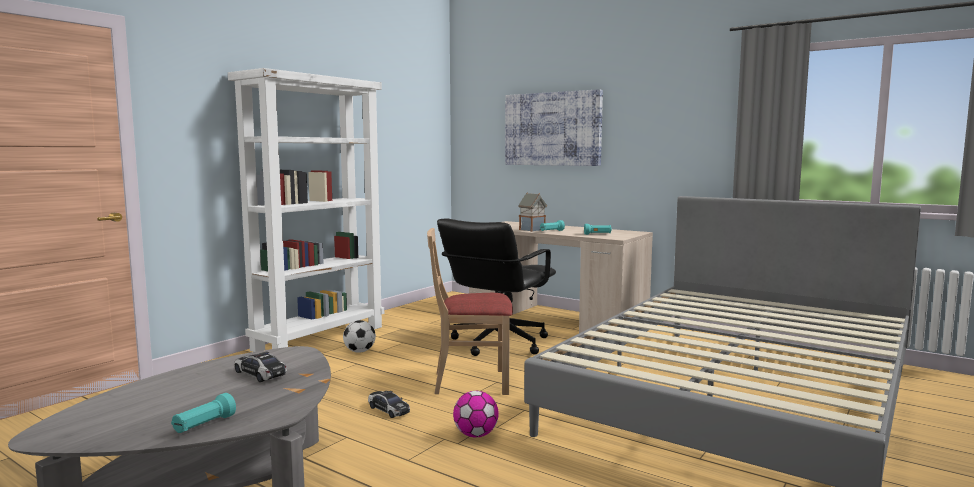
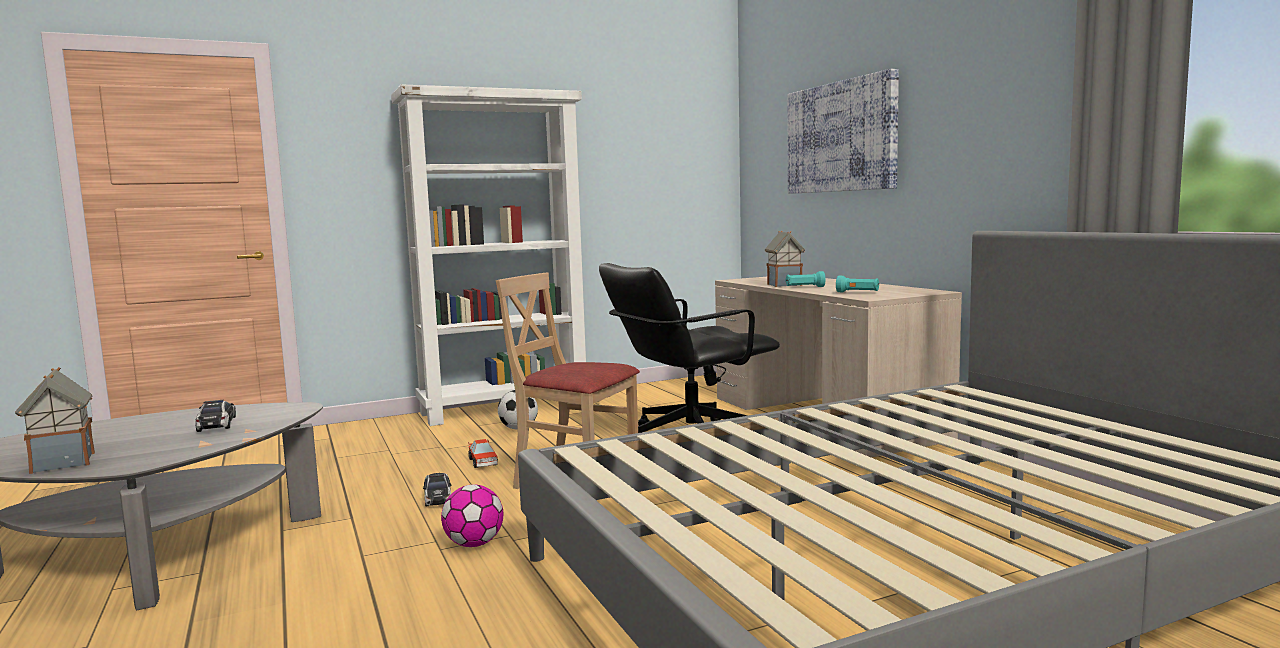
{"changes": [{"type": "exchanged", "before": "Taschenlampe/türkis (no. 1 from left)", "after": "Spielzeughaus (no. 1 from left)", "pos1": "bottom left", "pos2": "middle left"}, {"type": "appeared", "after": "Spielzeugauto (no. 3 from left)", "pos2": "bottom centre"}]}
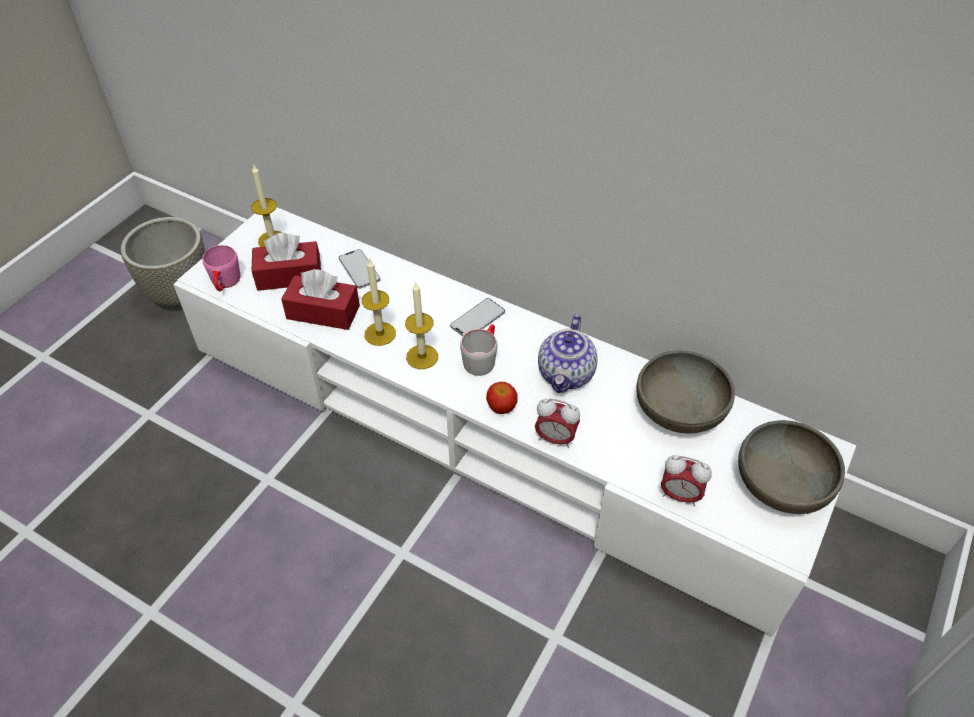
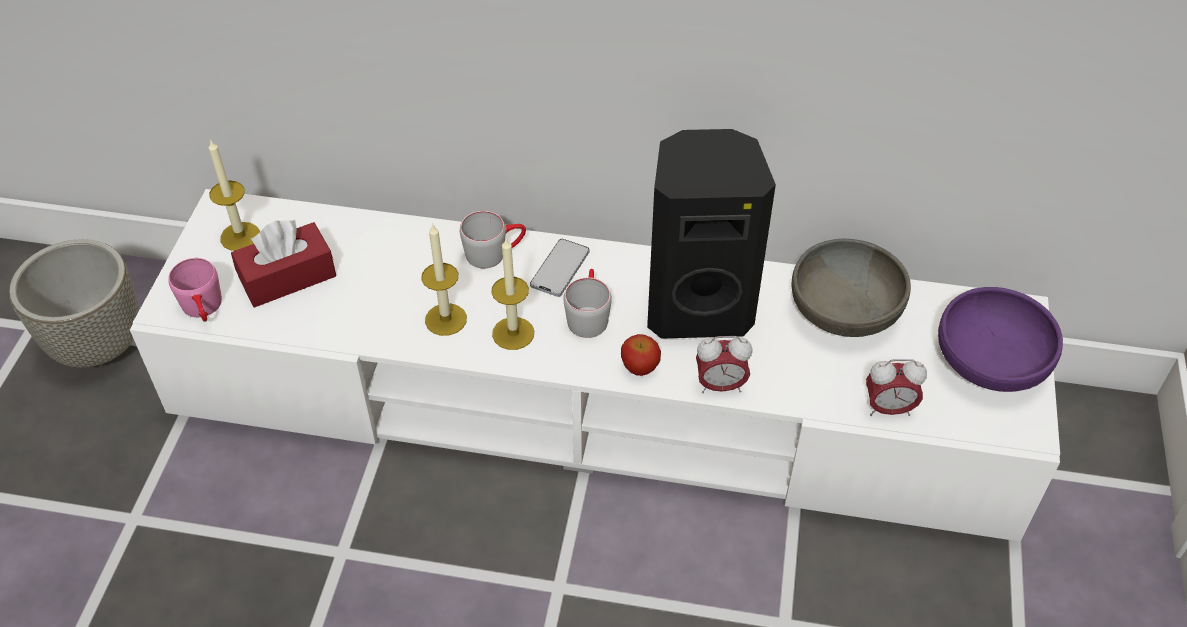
{"changes": [{"type": "appeared", "after": "Henkelbecher/grau (no. 1 from left)", "pos2": "centre"}, {"type": "exchanged", "before": "Teekanne", "after": "Lautsprecher/schwarz", "pos1": "centre", "pos2": "centre"}, {"type": "colour", "before": "Schüssel/grau (no. 2 from left)", "after": "Schüssel/lila", "pos1": "middle right", "pos2": "middle right"}, {"type": "missing", "before": "Taschentuchbox/rot (no. 2 from left)", "pos1": "middle left"}, {"type": "missing", "before": "Handy (no. 1 from left)", "pos1": "centre"}]}
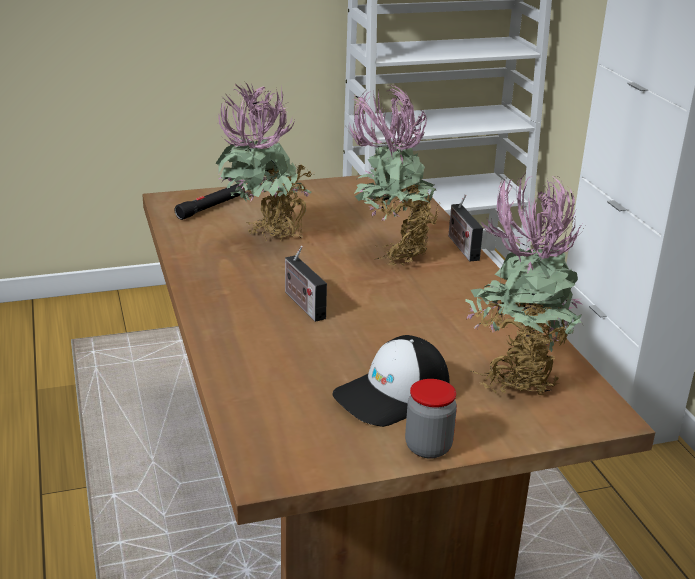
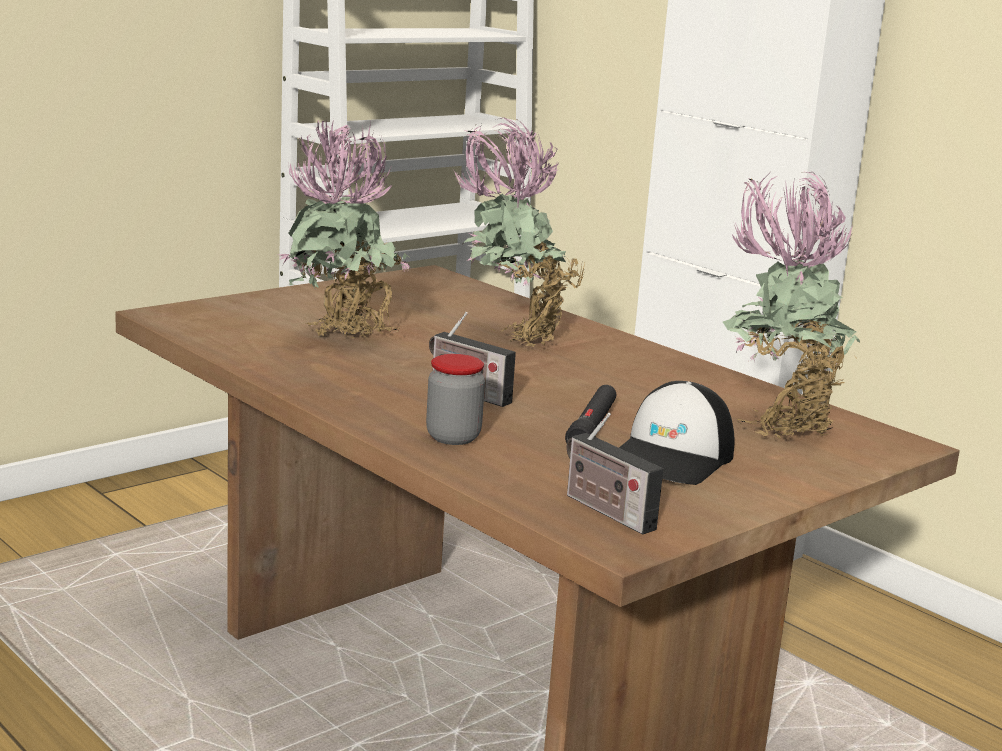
{"changes": [{"type": "relocated", "before": "Vorratsglas", "pos1": "bottom centre", "pos2": "centre"}, {"type": "relocated", "before": "Taschenlampe/schwarz", "pos1": "middle left", "pos2": "centre"}, {"type": "relocated", "before": "Radio (no. 2 from left)", "pos1": "middle right", "pos2": "centre"}]}
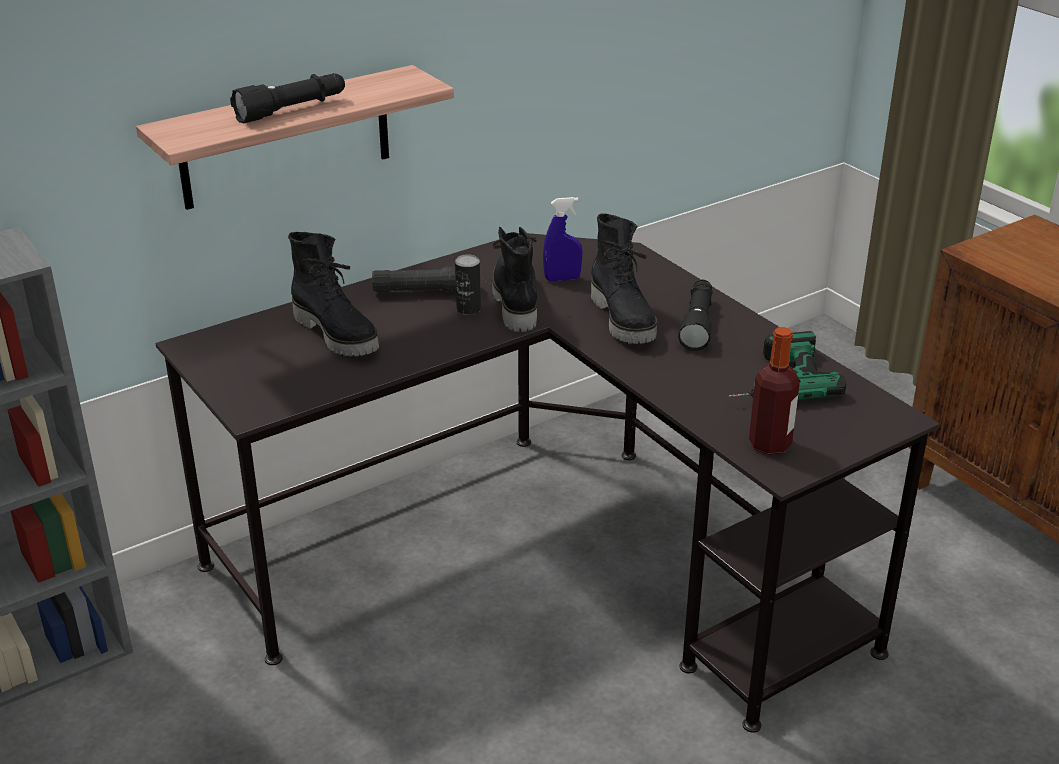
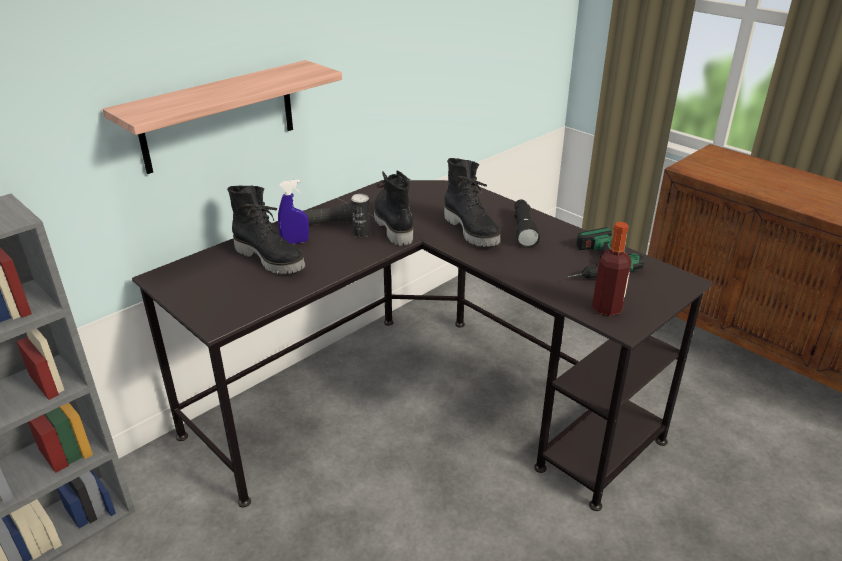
{"changes": [{"type": "relocated", "before": "Sprühflasche/blau", "pos1": "top centre", "pos2": "centre"}, {"type": "missing", "before": "Taschenlampe/schwarz (no. 1 from left)", "pos1": "top left"}]}
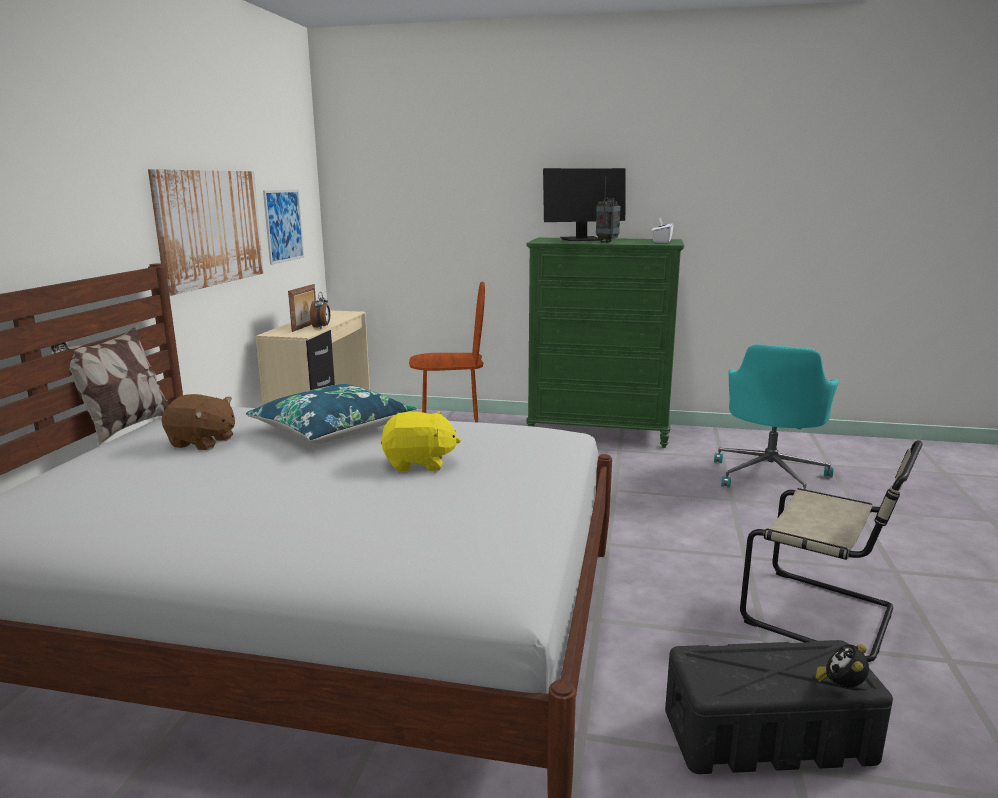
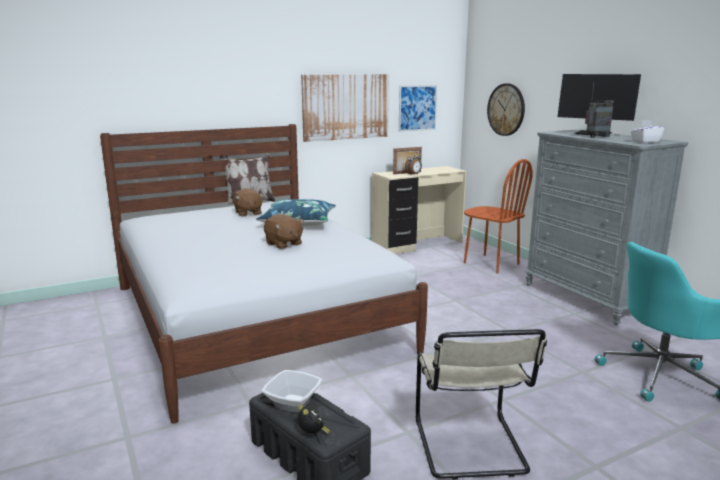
{"changes": [{"type": "appeared", "after": "Schüssel", "pos2": "bottom centre"}, {"type": "colour", "before": "Plüschtier/gelb", "after": "Plüschtier/braun (no. 2 from left)", "pos1": "centre", "pos2": "centre"}, {"type": "spun", "before": "Wecker (no. 2 from left in the first image)", "pos1": "bottom right", "pos2": "bottom centre", "turn": 75}, {"type": "appeared", "after": "Wanduhr", "pos2": "top right"}, {"type": "colour", "before": "Kommode/grün", "after": "Kommode/grau", "pos1": "centre", "pos2": "middle right"}]}
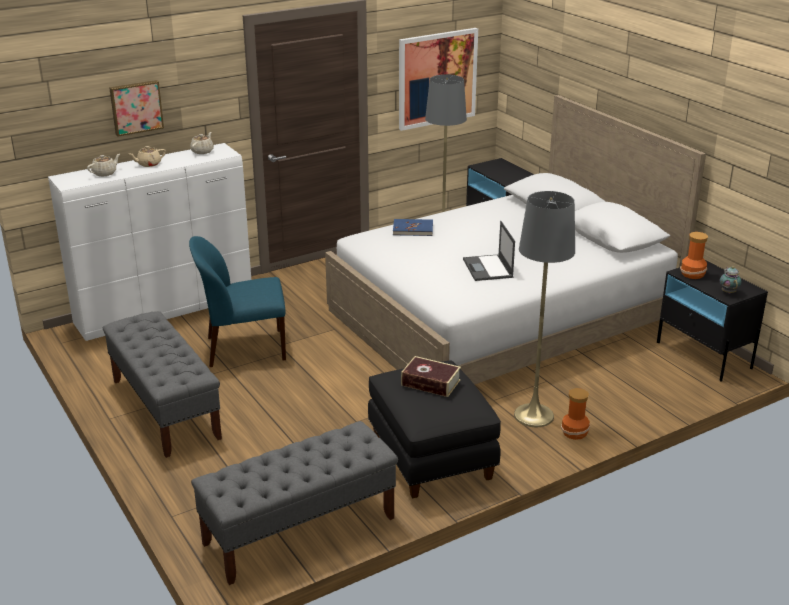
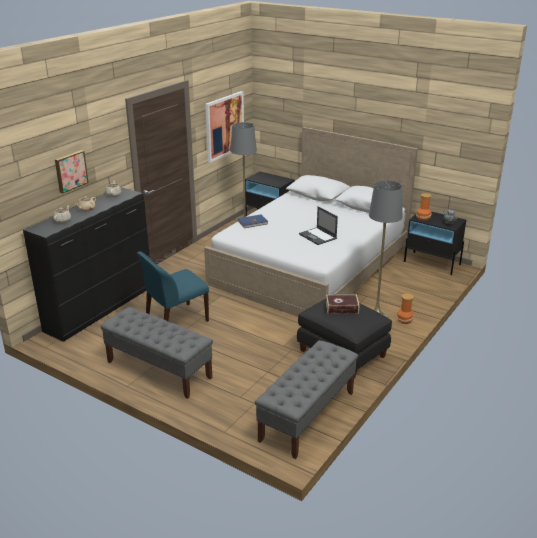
{"changes": [{"type": "colour", "before": "Kommode/weiß", "after": "Kommode/schwarz", "pos1": "middle left", "pos2": "middle left"}]}
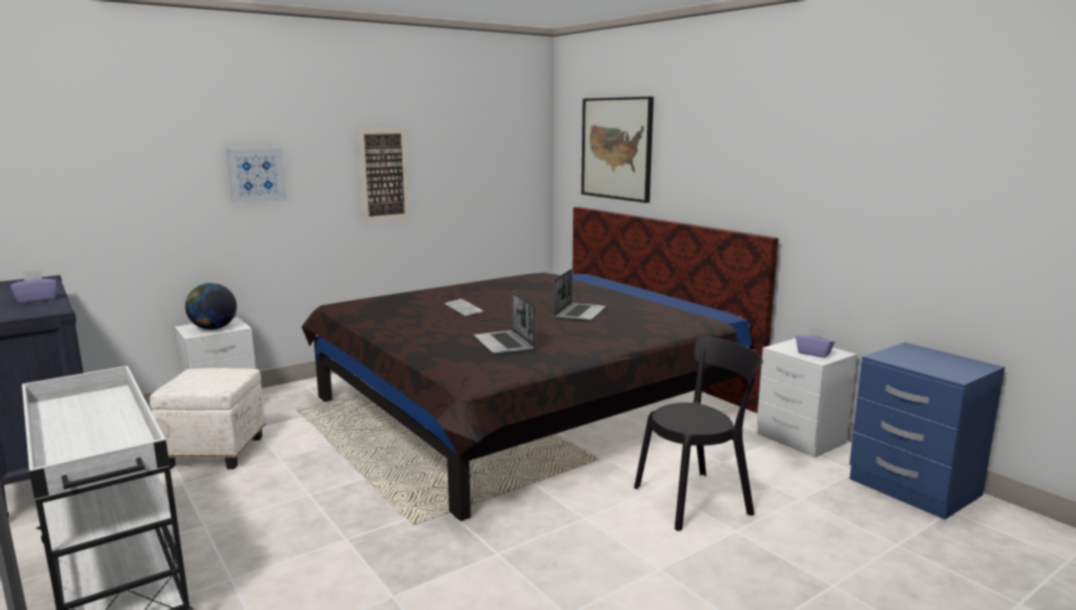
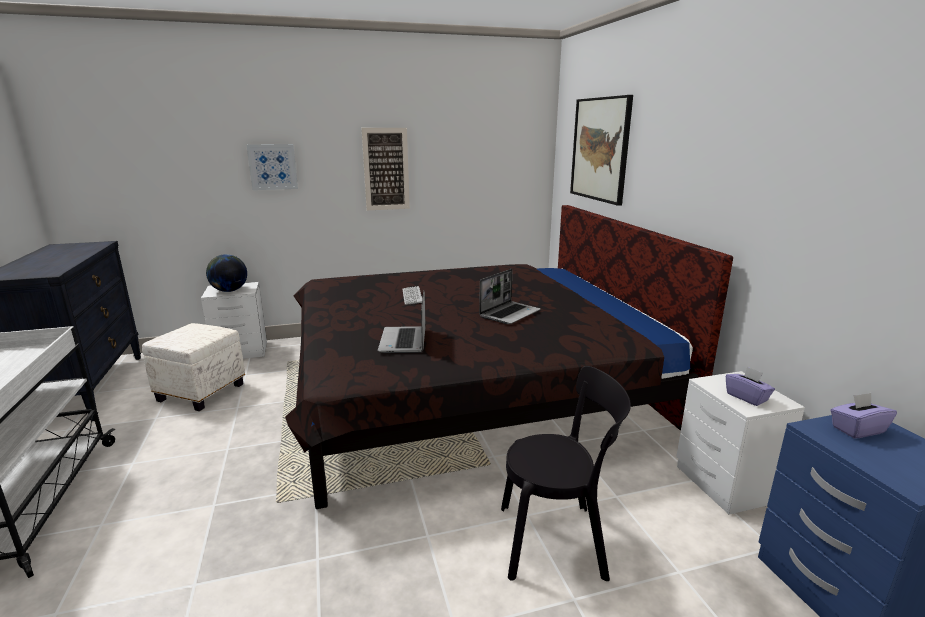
{"changes": [{"type": "relocated", "before": "Taschentuchbox/lila (no. 1 from left in the first image)", "after": "Taschentuchbox/lila (no. 2 from left)", "pos1": "middle left", "pos2": "bottom right"}]}
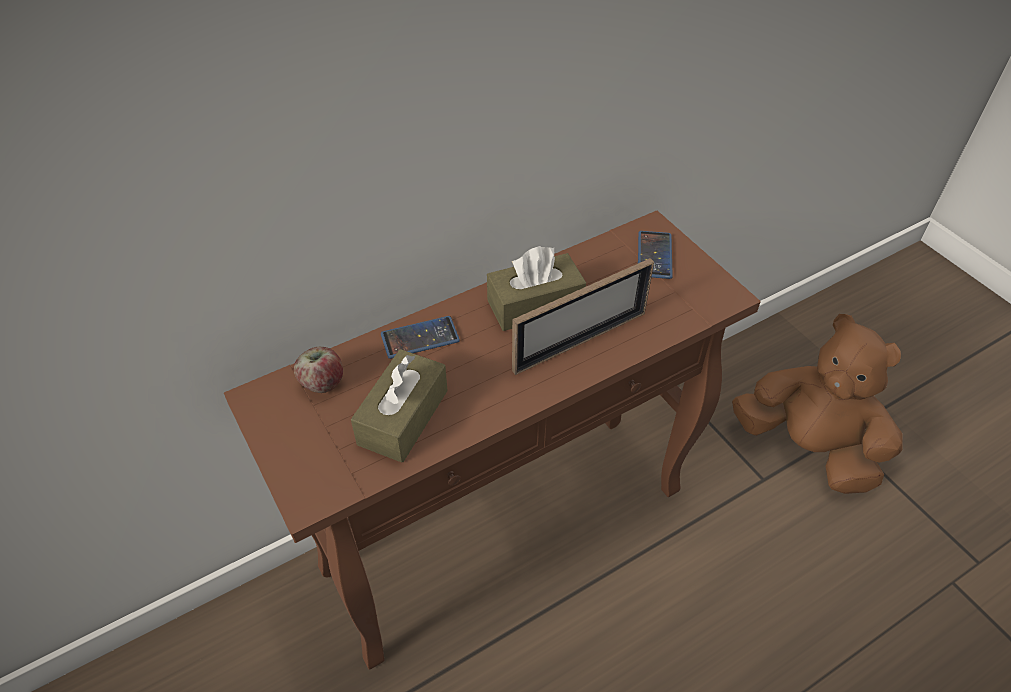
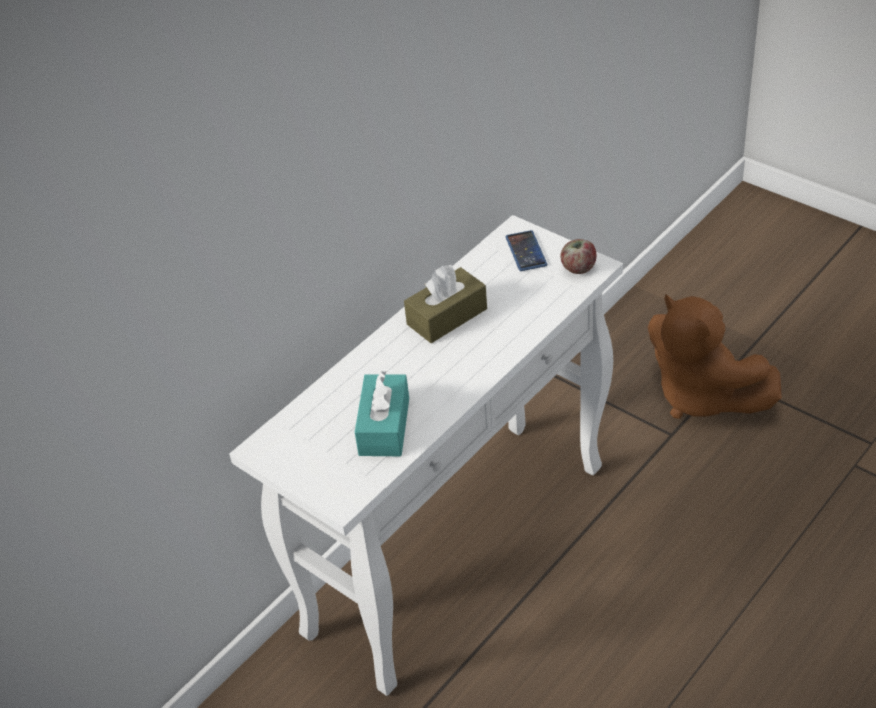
{"changes": [{"type": "colour", "before": "Konsolentisch/braun", "after": "Konsolentisch/weiß", "pos1": "centre", "pos2": "centre"}, {"type": "colour", "before": "Taschentuchbox/braun (no. 1 from left)", "after": "Taschentuchbox/türkis", "pos1": "centre", "pos2": "centre"}, {"type": "relocated", "before": "Apfel", "pos1": "middle left", "pos2": "centre"}, {"type": "spun", "before": "Plüschtier/braun", "pos1": "middle right", "pos2": "middle right", "turn": -150}, {"type": "missing", "before": "Handy (no. 1 from left)", "pos1": "centre"}, {"type": "missing", "before": "Bilderrahmen", "pos1": "centre"}]}
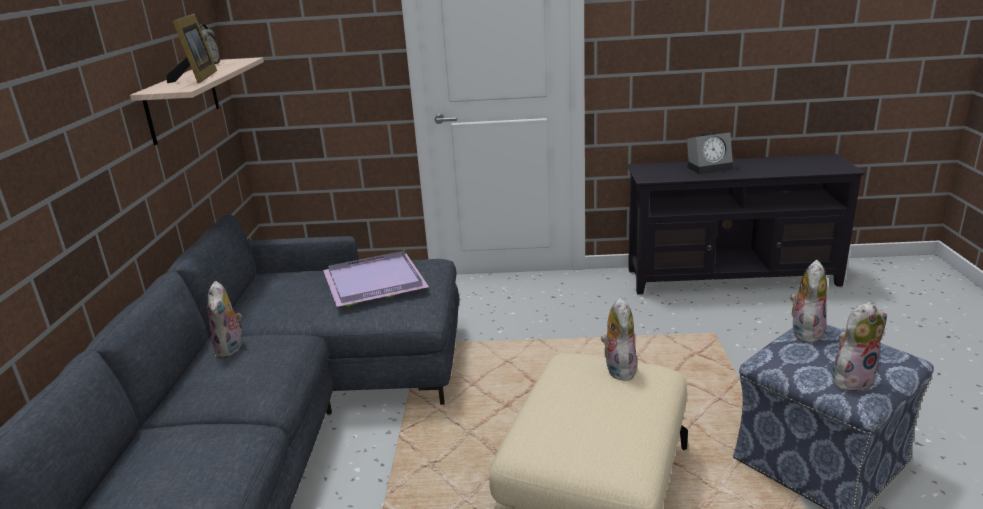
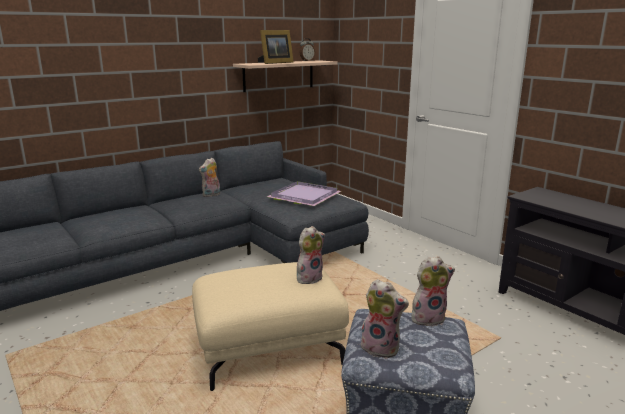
{"changes": [{"type": "missing", "before": "Wecker (no. 2 from left)", "pos1": "top right"}]}
